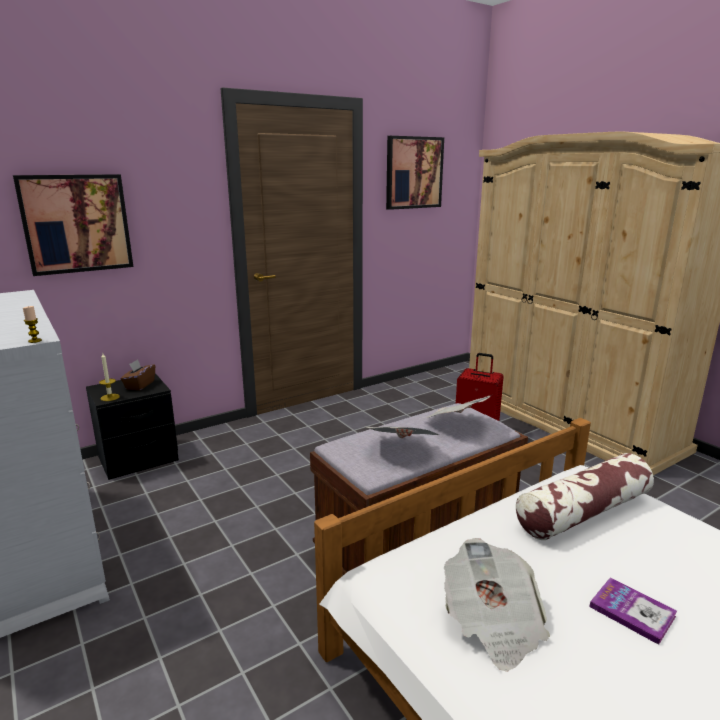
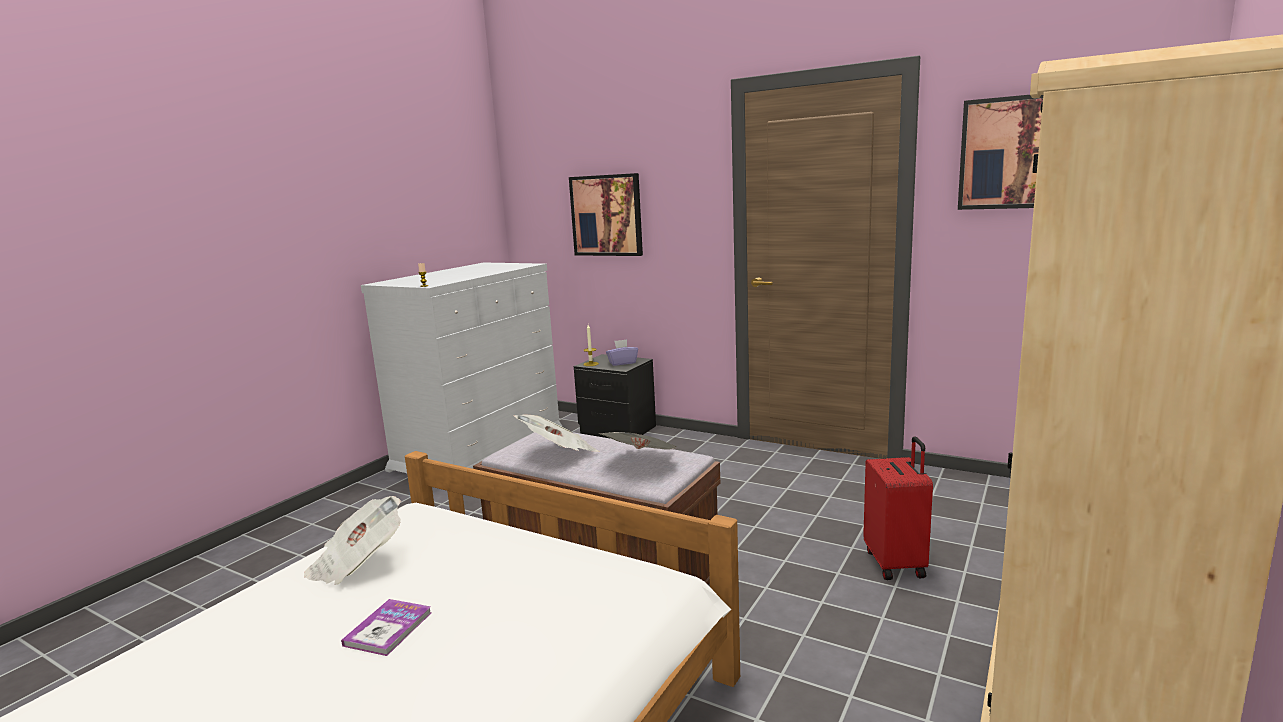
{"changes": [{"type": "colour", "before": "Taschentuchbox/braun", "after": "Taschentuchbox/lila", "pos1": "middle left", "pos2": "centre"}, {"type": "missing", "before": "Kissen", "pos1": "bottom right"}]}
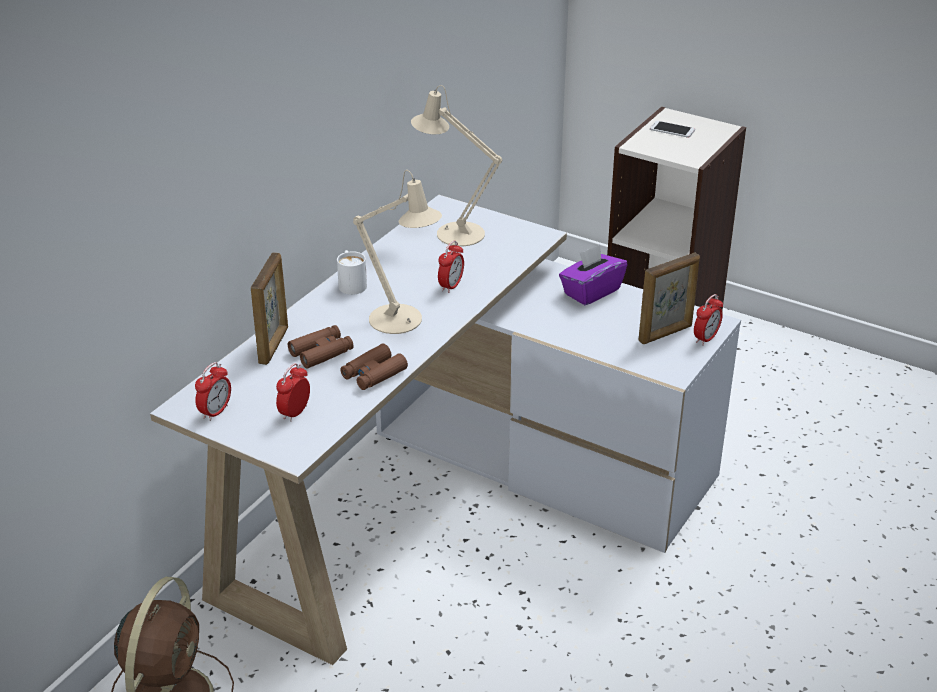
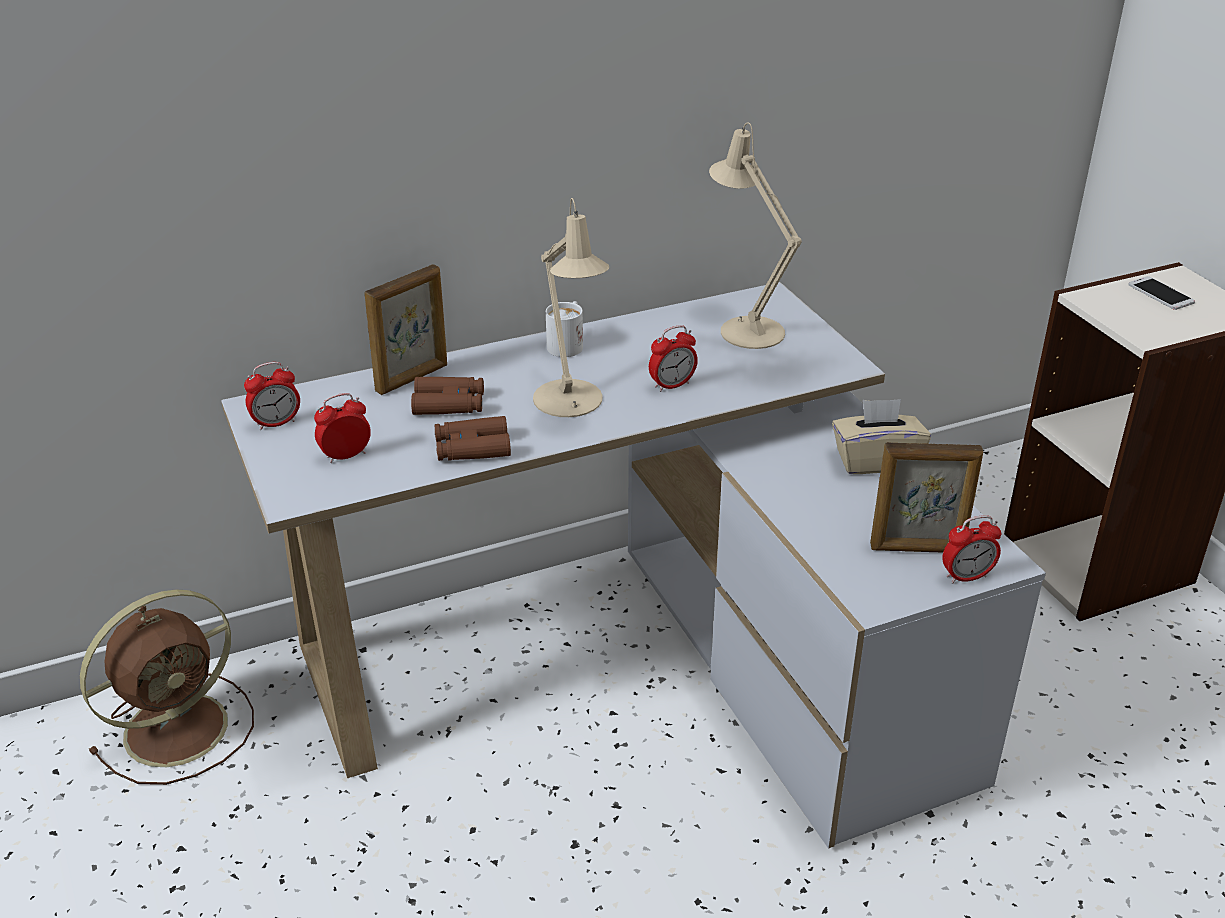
{"changes": [{"type": "colour", "before": "Taschentuchbox/lila", "after": "Taschentuchbox/beige", "pos1": "centre", "pos2": "middle right"}]}
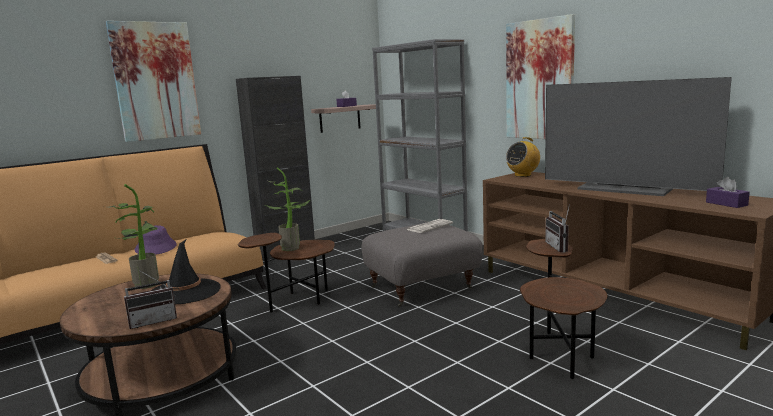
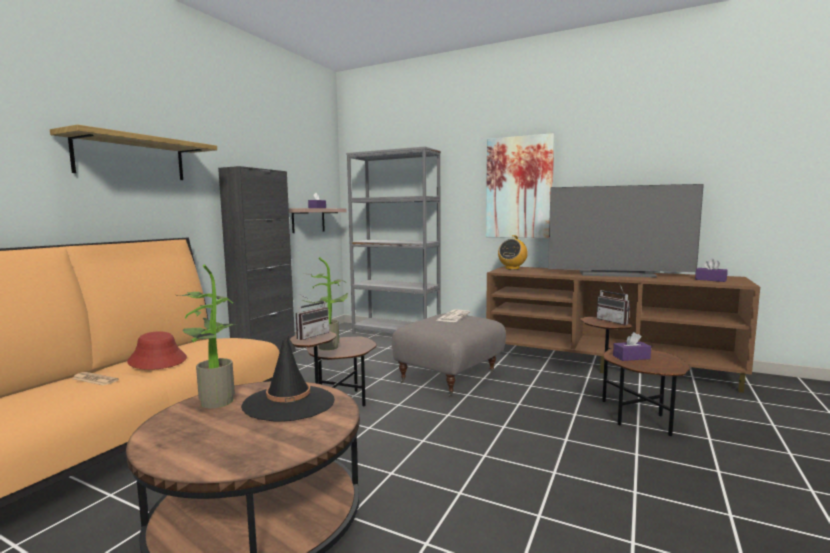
{"changes": [{"type": "exchanged", "before": "Bild (no. 1 from left)", "after": "Wandregal (no. 1 from left)", "pos1": "top left", "pos2": "top left"}, {"type": "colour", "before": "Hut/lila", "after": "Hut/rot", "pos1": "middle left", "pos2": "middle left"}, {"type": "relocated", "before": "Radio (no. 1 from left)", "pos1": "bottom left", "pos2": "centre"}, {"type": "appeared", "after": "Taschentuchbox/lila (no. 2 from left)", "pos2": "middle right"}]}
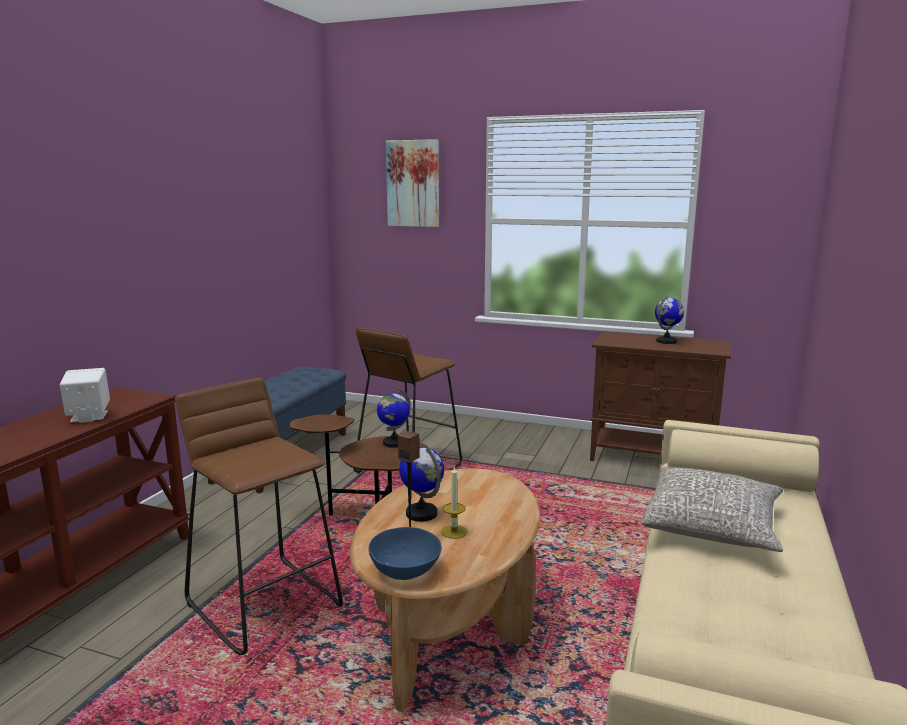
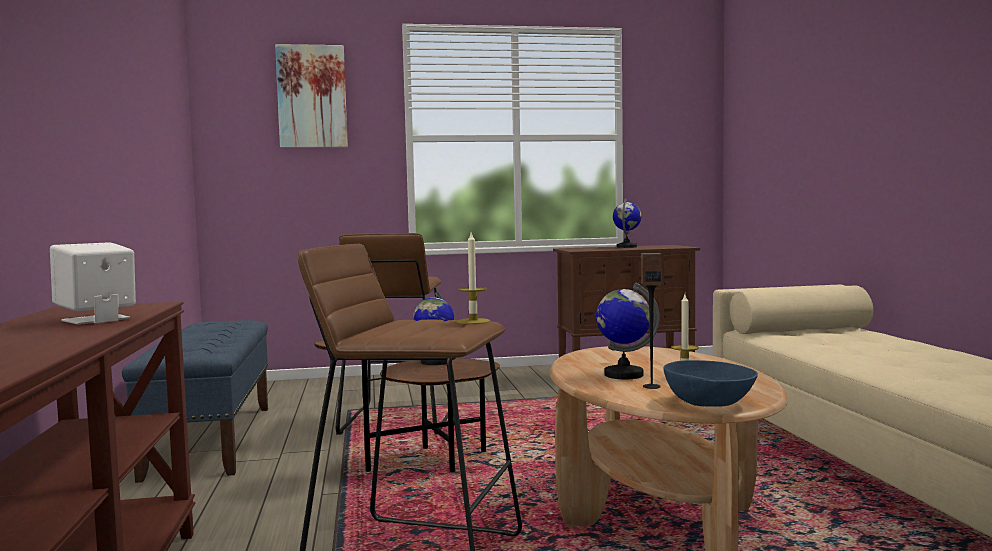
{"changes": [{"type": "appeared", "after": "Kerze (no. 1 from left)", "pos2": "centre"}, {"type": "missing", "before": "Kissen/grau", "pos1": "bottom right"}]}
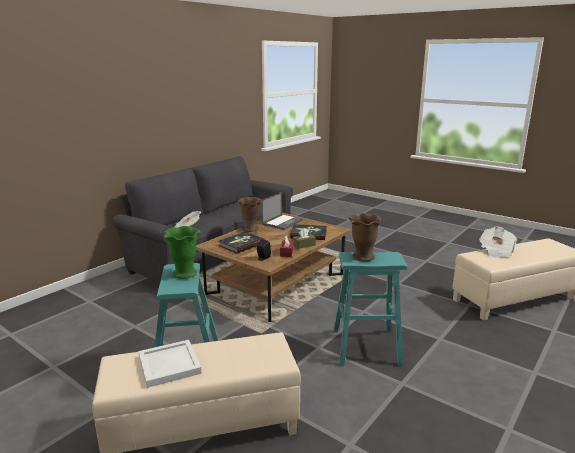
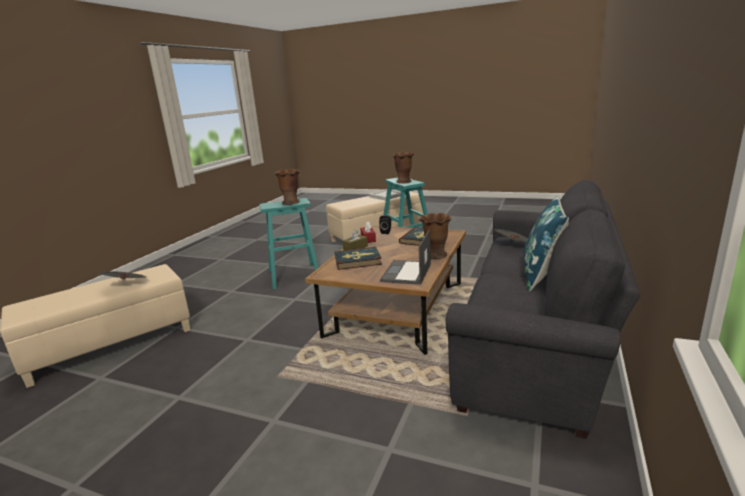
{"changes": [{"type": "colour", "before": "Vase/grün", "after": "Vase/braun (no. 2 from left)", "pos1": "middle left", "pos2": "centre"}, {"type": "appeared", "after": "Kissen/blau", "pos2": "middle right"}]}
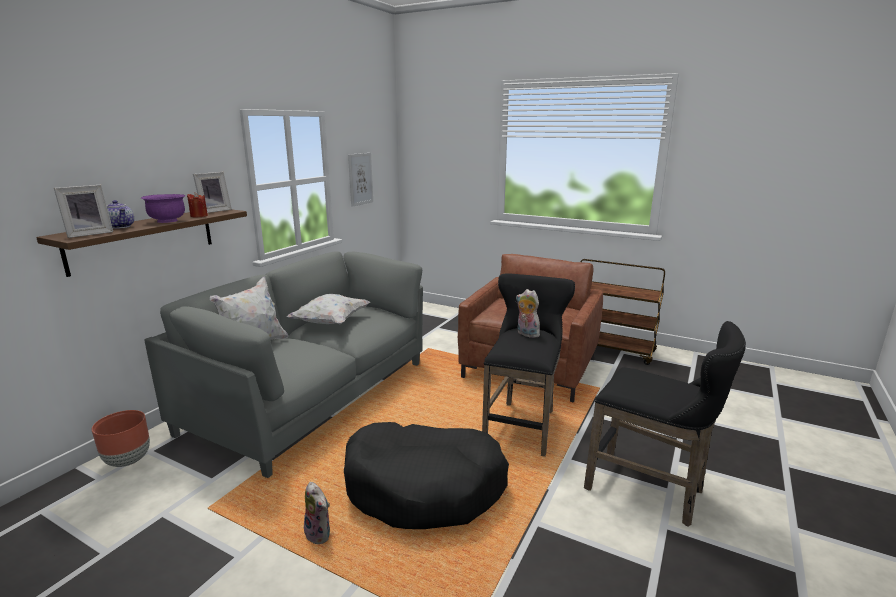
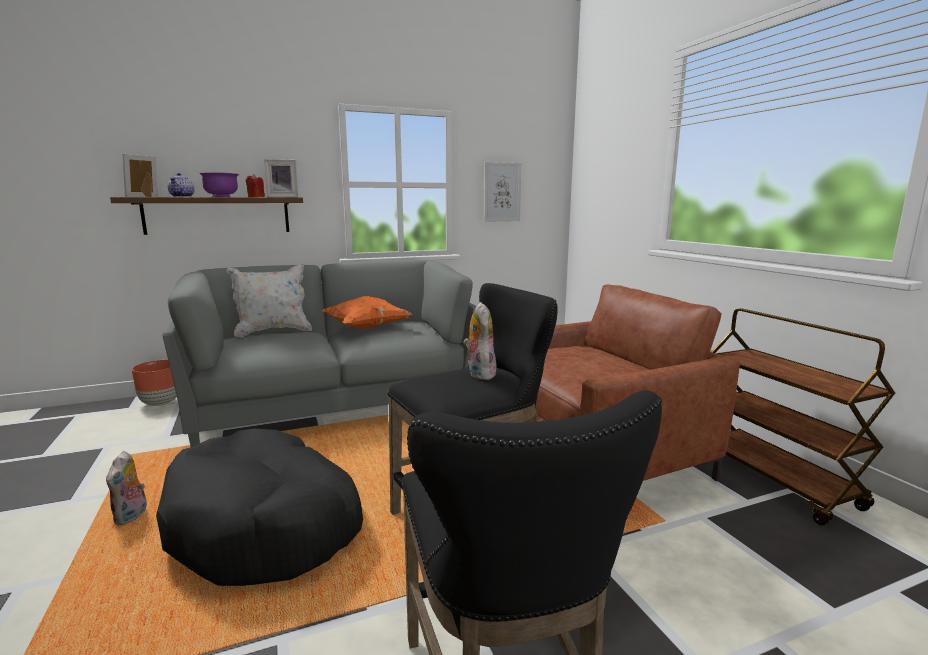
{"changes": [{"type": "spun", "before": "Bilderrahmen (no. 1 from left)", "pos1": "middle left", "pos2": "top left", "turn": 120}, {"type": "colour", "before": "Kissen/weiß (no. 2 from left)", "after": "Kissen/orange", "pos1": "centre", "pos2": "centre"}]}
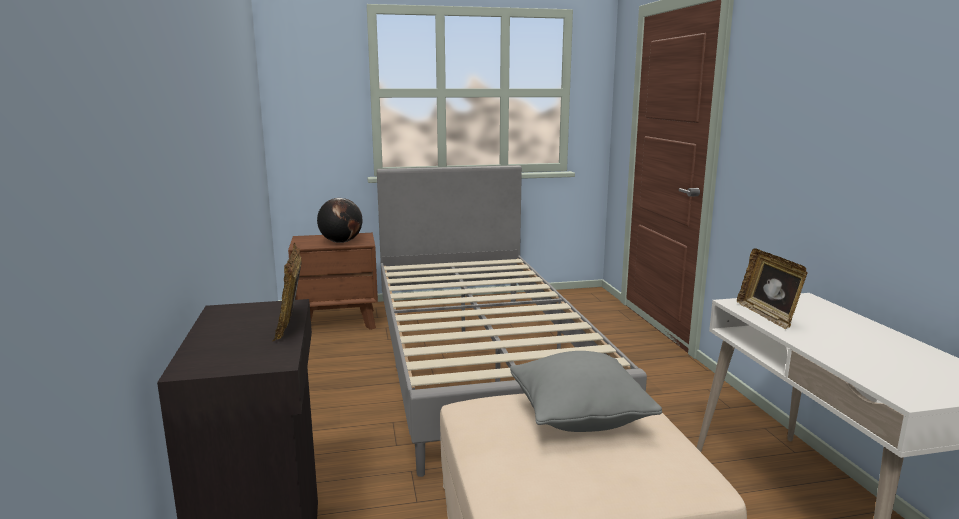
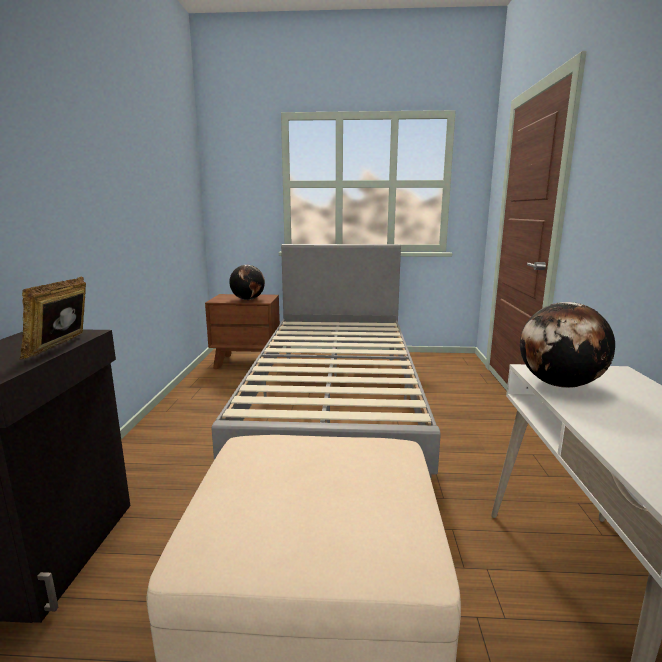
{"changes": [{"type": "exchanged", "before": "Bilderrahmen (no. 2 from left)", "after": "Globus (no. 2 from left)", "pos1": "middle right", "pos2": "middle right"}, {"type": "missing", "before": "Kissen/grau", "pos1": "bottom centre"}]}
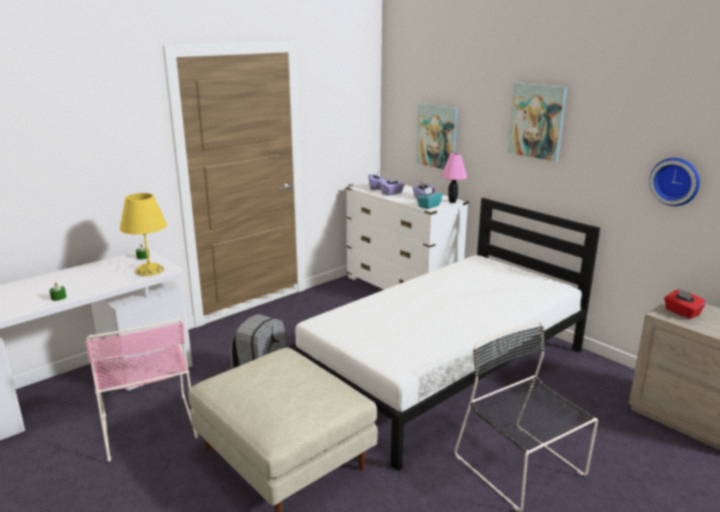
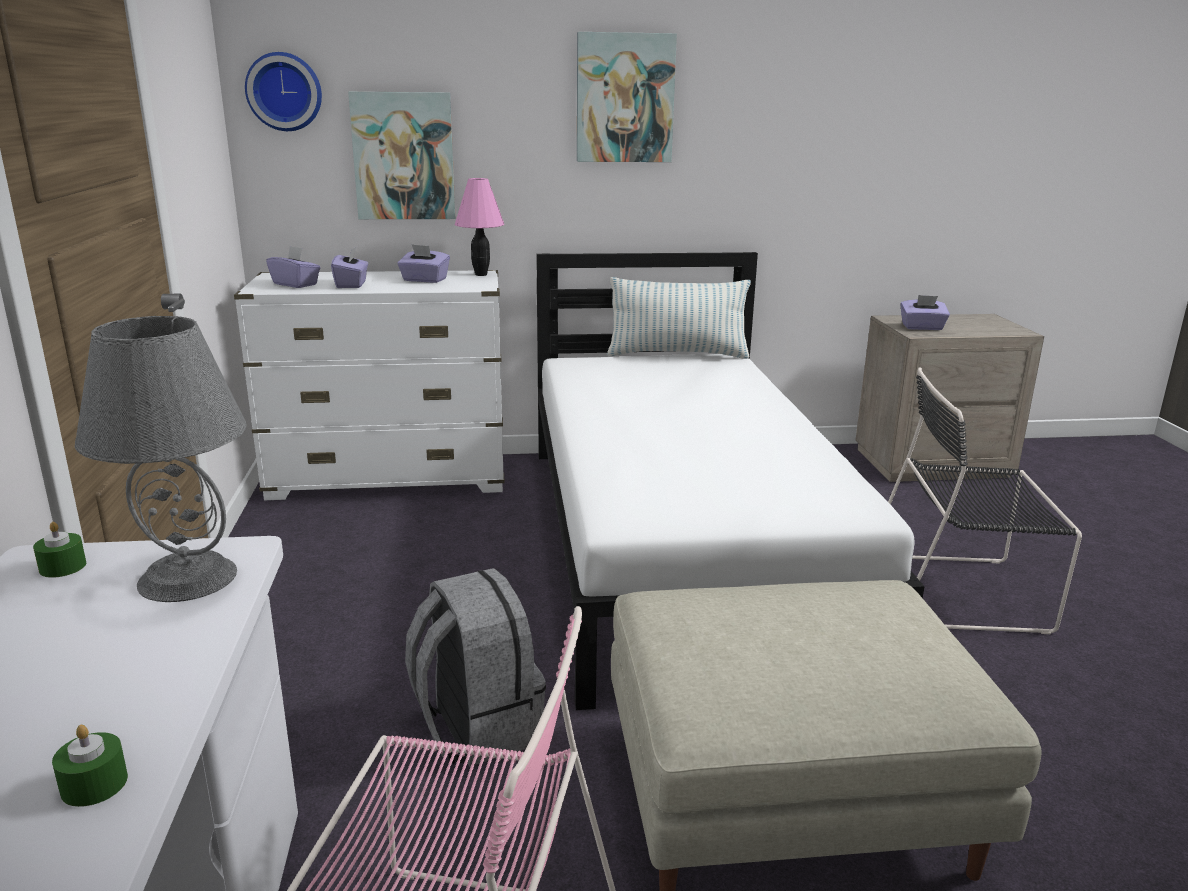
{"changes": [{"type": "colour", "before": "Tischlampe/gelb", "after": "Tischlampe/grau", "pos1": "middle left", "pos2": "middle left"}, {"type": "relocated", "before": "Wanduhr", "pos1": "middle right", "pos2": "top left"}, {"type": "appeared", "after": "Kissen", "pos2": "centre"}, {"type": "colour", "before": "Taschentuchbox/rot", "after": "Taschentuchbox/lila (no. 4 from left)", "pos1": "middle right", "pos2": "middle right"}, {"type": "missing", "before": "Taschentuchbox/türkis", "pos1": "centre"}]}
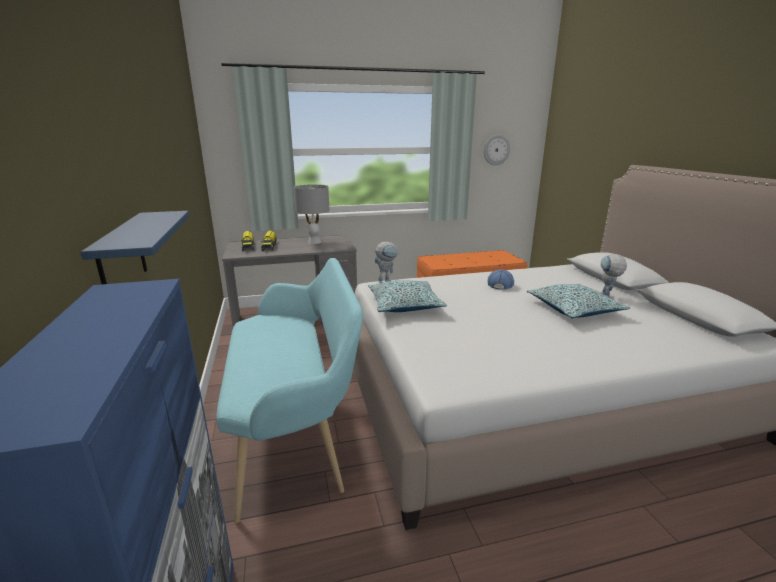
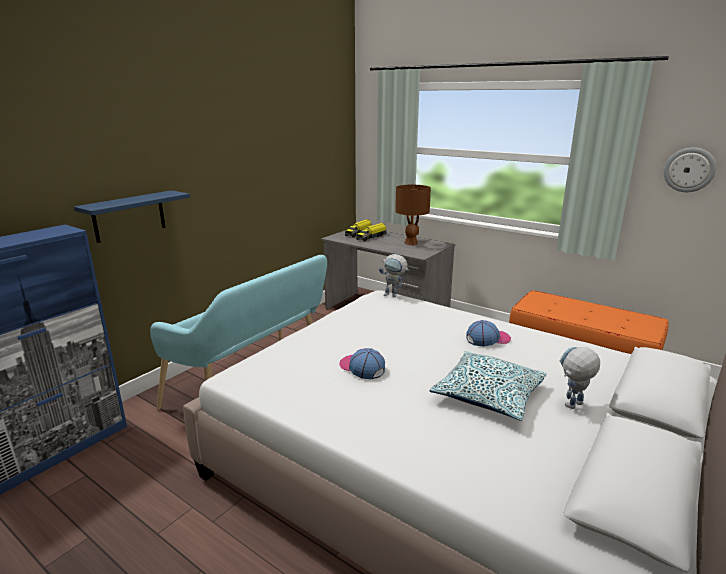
{"changes": [{"type": "appeared", "after": "Kappe (no. 1 from left)", "pos2": "centre"}, {"type": "colour", "before": "Tischlampe/grau", "after": "Tischlampe/braun", "pos1": "centre", "pos2": "centre"}, {"type": "missing", "before": "Kissen (no. 1 from left)", "pos1": "centre"}]}
